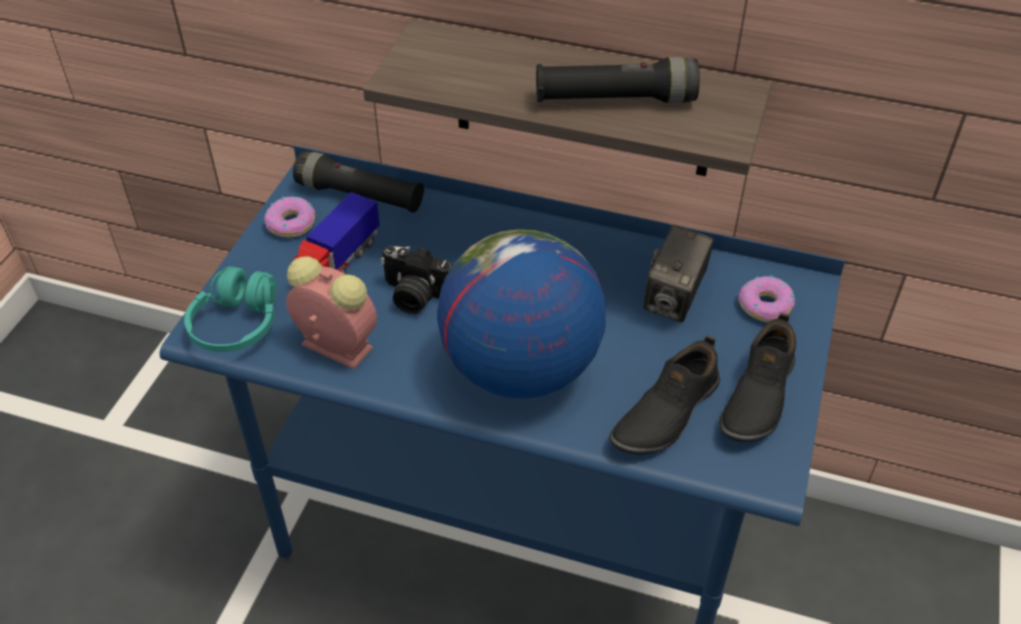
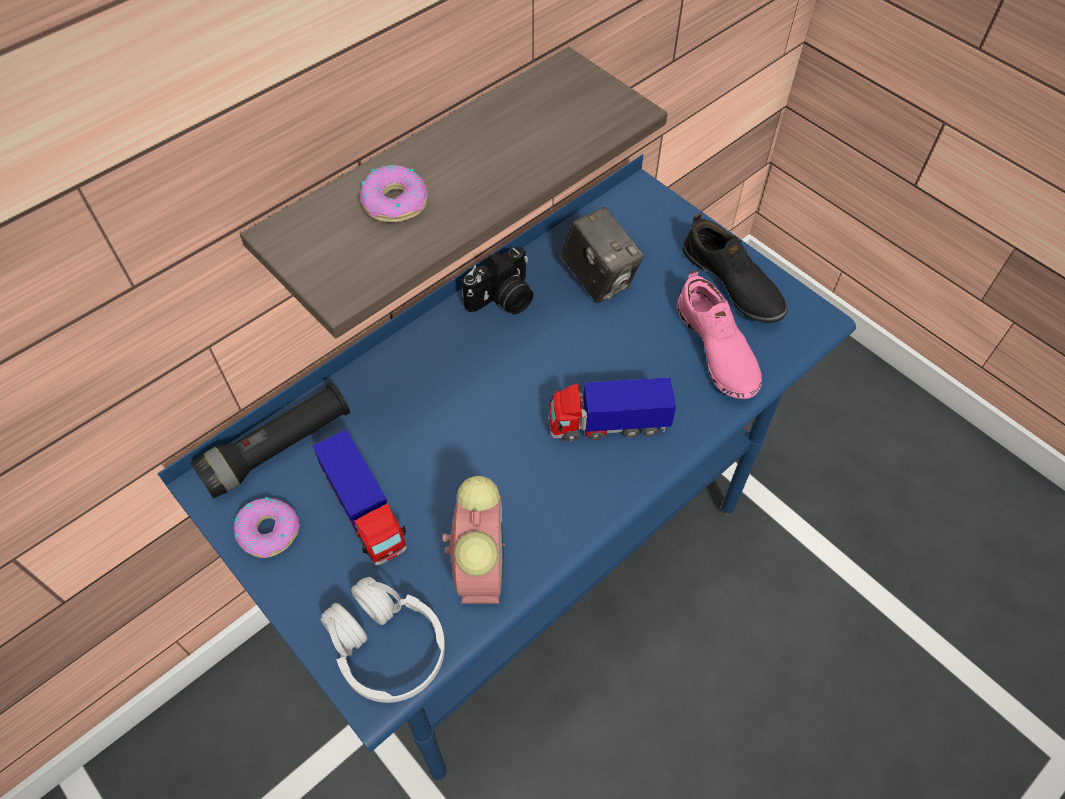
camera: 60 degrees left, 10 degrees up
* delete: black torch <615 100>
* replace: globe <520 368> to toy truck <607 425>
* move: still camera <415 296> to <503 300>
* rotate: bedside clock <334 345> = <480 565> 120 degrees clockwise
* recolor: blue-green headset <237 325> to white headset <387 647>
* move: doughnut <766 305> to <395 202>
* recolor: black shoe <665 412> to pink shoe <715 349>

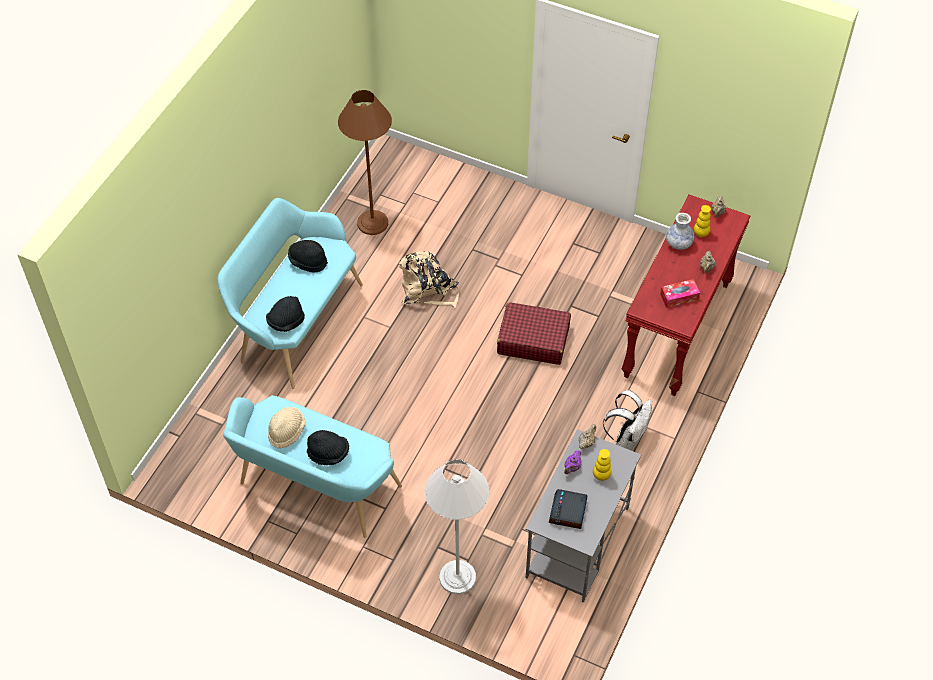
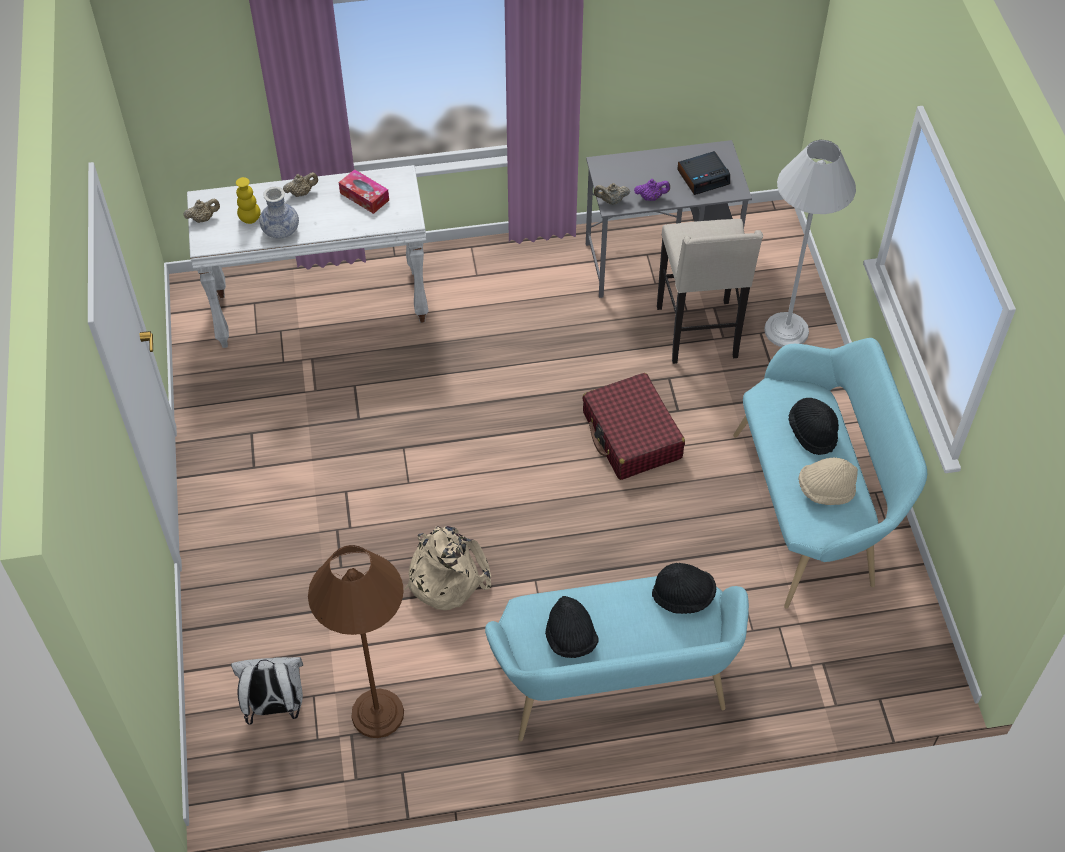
camera: 125 degrees left, 0 degrees up
* recolor: reddish hall table <677 331> to white hall table <322 307>
* move: reddish suitcase <533 340> to <631 436>
* move: white rucksack <627 437> to <275 706>
* delete: yellow-coloured vase <601 475>
* insert: beige sitting stool <699 334>

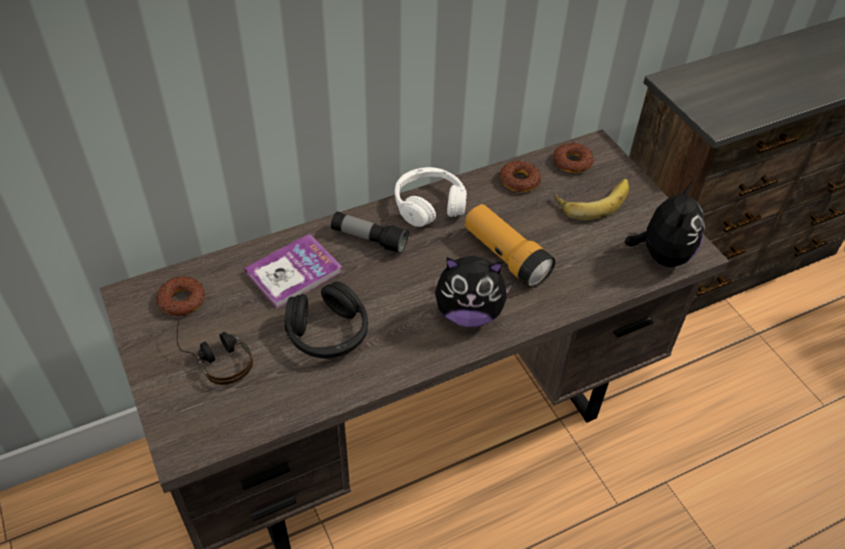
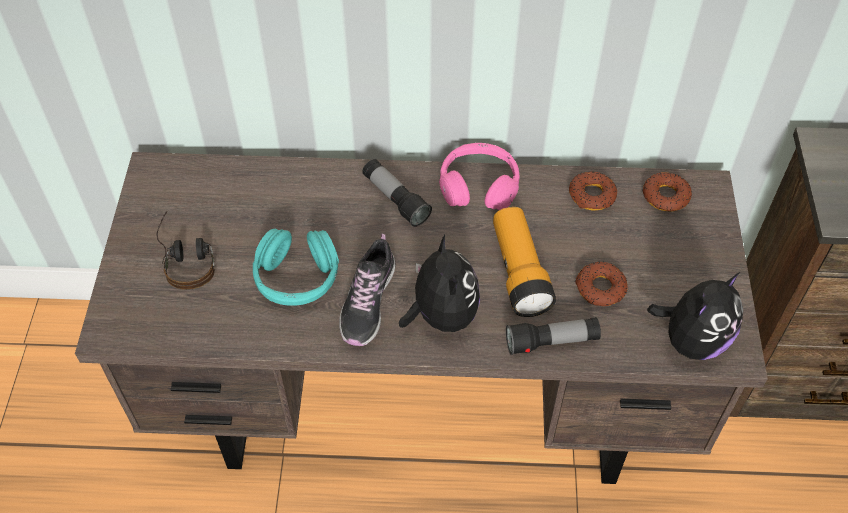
camera: 30 degrees right, 5 degrees up
* recolor: white headset <429 205> to pink headset <479 186>
* delete: whole banana <592 199>
* delete: book <294 272>
* rotate: cuddly toy <468 313> = <441 315> 135 degrees counterclockwise
* move: doughnut <181 300> to <600 288>
* recolor: black headset <328 333> to blue-green headset <297 278>
* insert: shoe <368 302>
* insert: torch <551 342>

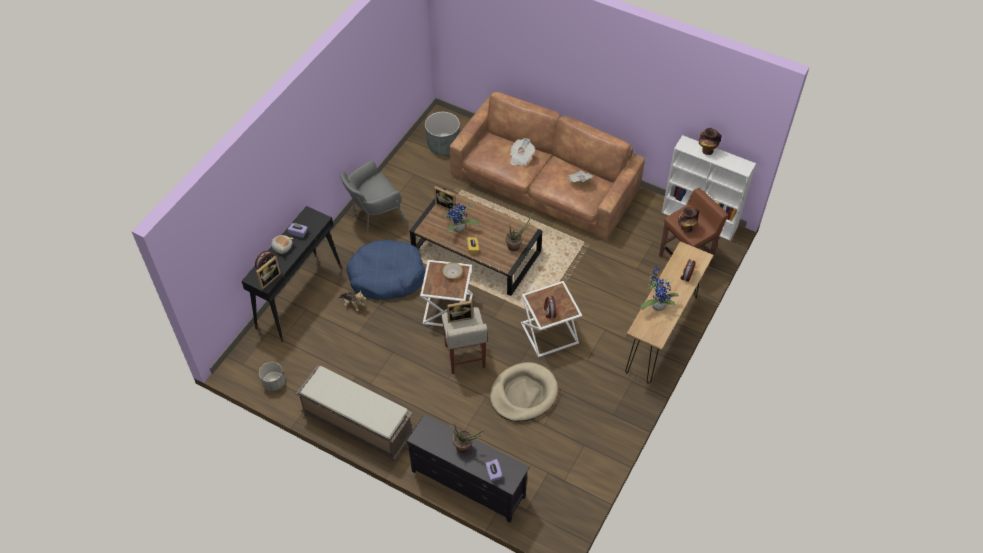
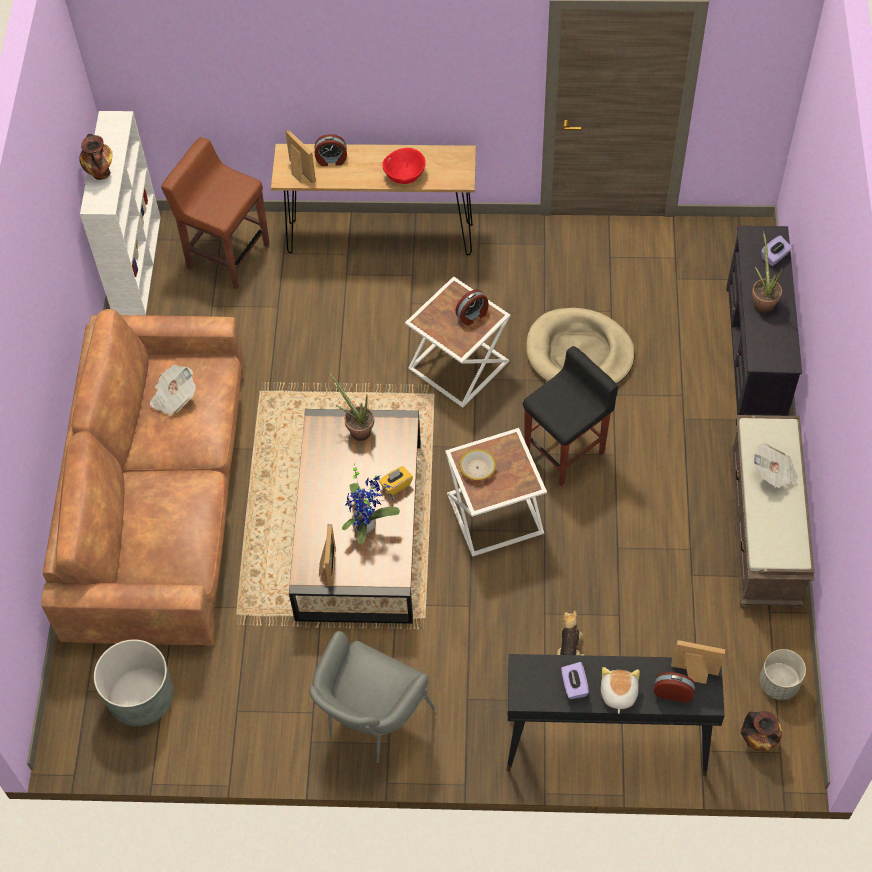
camera: 115 degrees left, 5 degrees up
* move: printed paper <520 157> to <774 474>
* rotate: greyish lounge chair <375 217> = <370 721> 90 degrees clockwise
* move: vase <686 228> to <758 741>
* delete: blue dog bed <387 276>
* replace: houseplant <656 304> to reddish deep dish <404 174>
* move: picture frame <459 317> to <299 173>
* recolor: beige sitting stool <464 357> to black sitting stool <565 451>

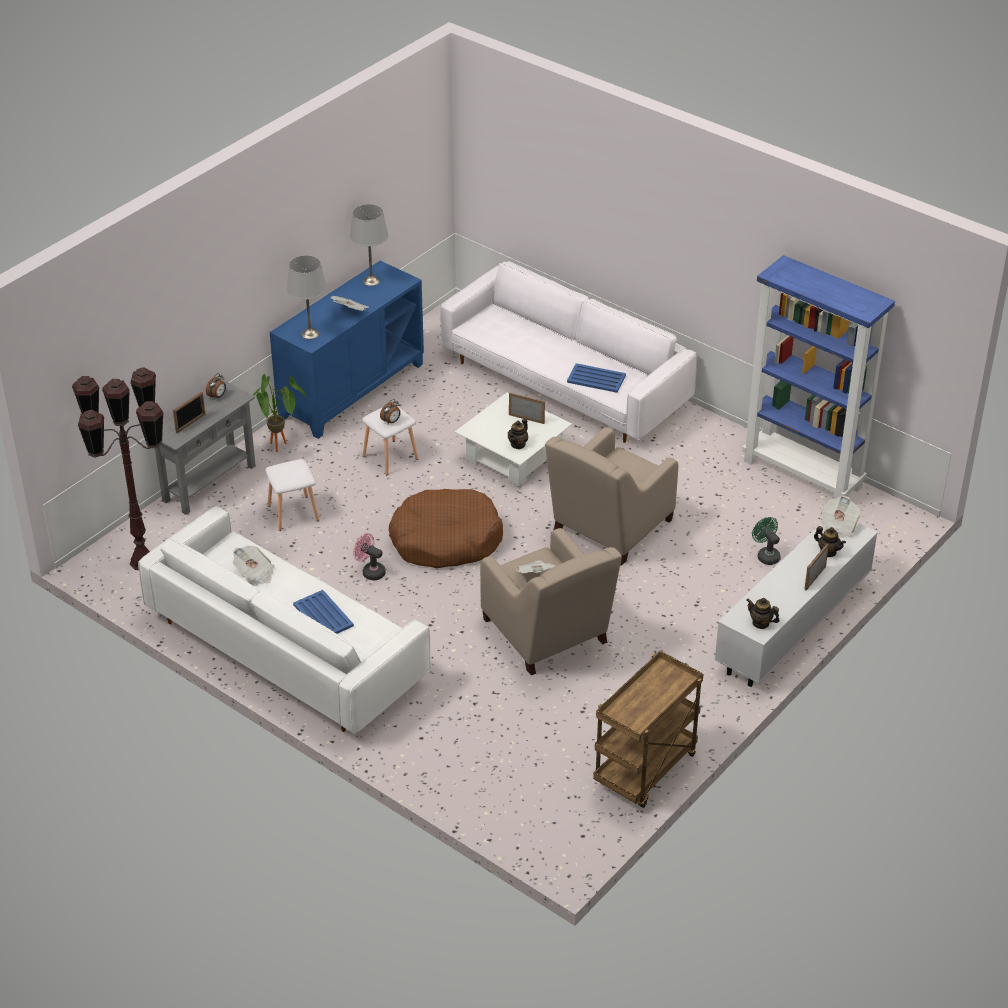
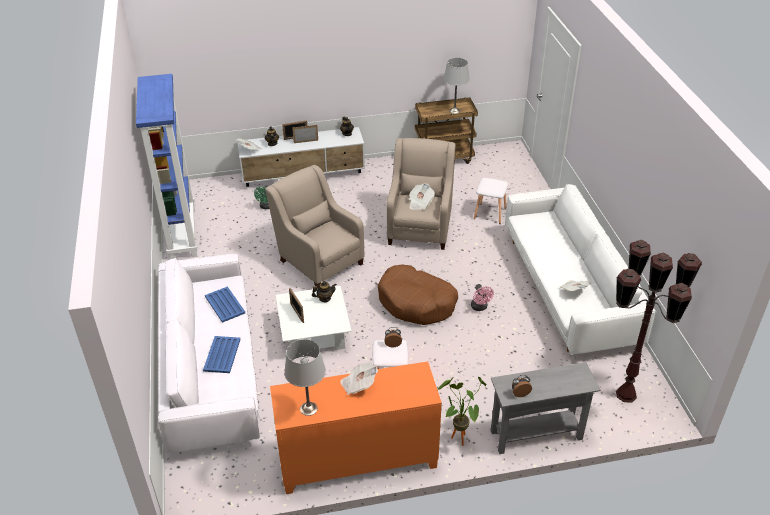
camera: 140 degrees left, 0 degrees up
* move: greyish table lamp <310 334> to <454 111>
* recolor: blue cabinet <351 390> to orange-coloured cabinet <357 460>
* move: picture frame <190 423> to <306 141>
* rotate: beige lounge chair <609 527> = <319 260> 120 degrees counterclockwise
* move: white sitting stool <294 512> to <489 213>
* move: blue serving tray <323 615> to <222 355>

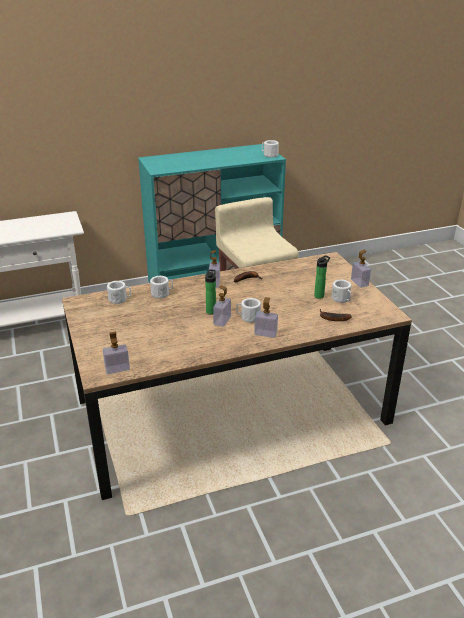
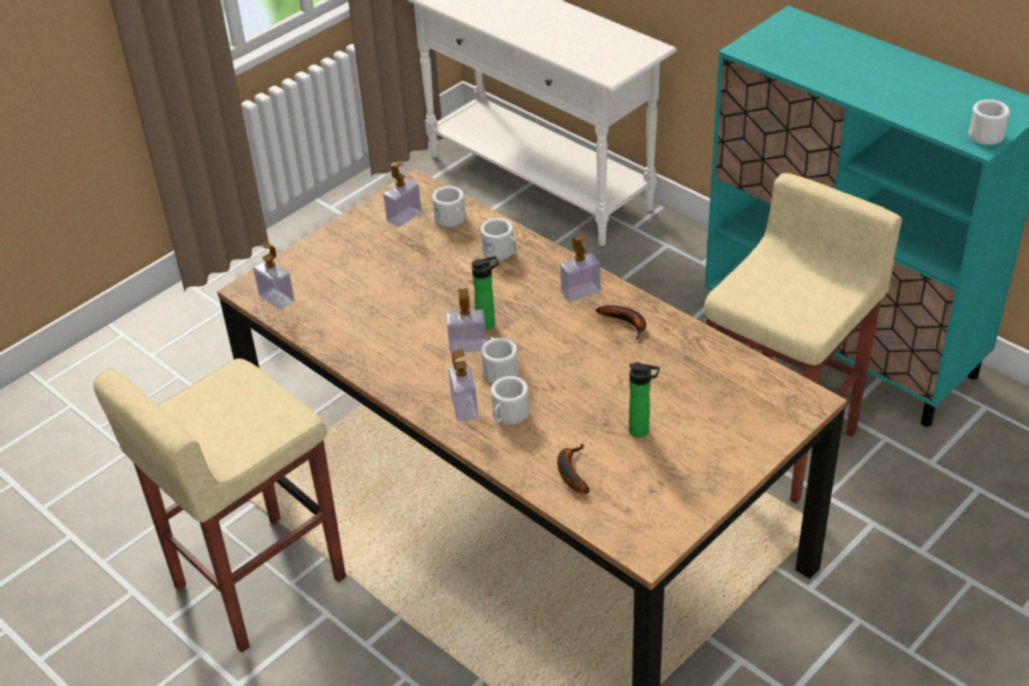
camera: 65 degrees right, 10 degrees up
* move: soap dispenser <359 283> to <404 217>
* move: white coffee mug <342 299> to <508 415>
* insert: beige sitting stool <256 582>

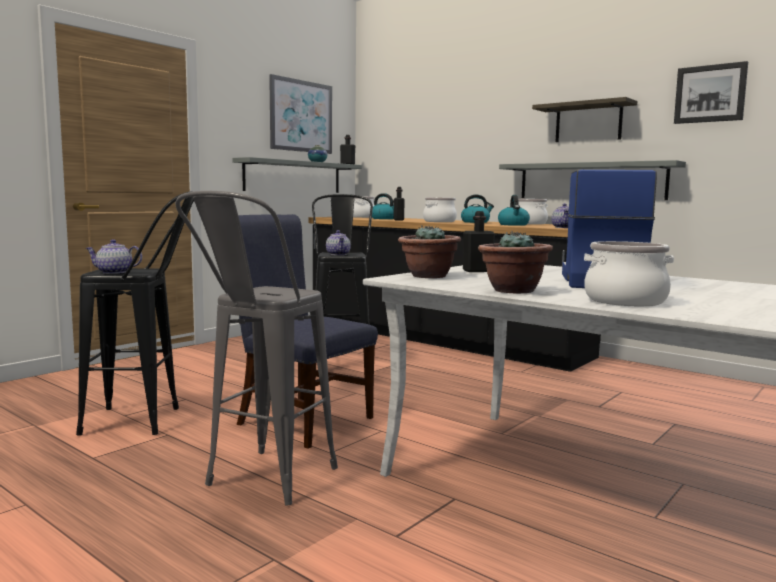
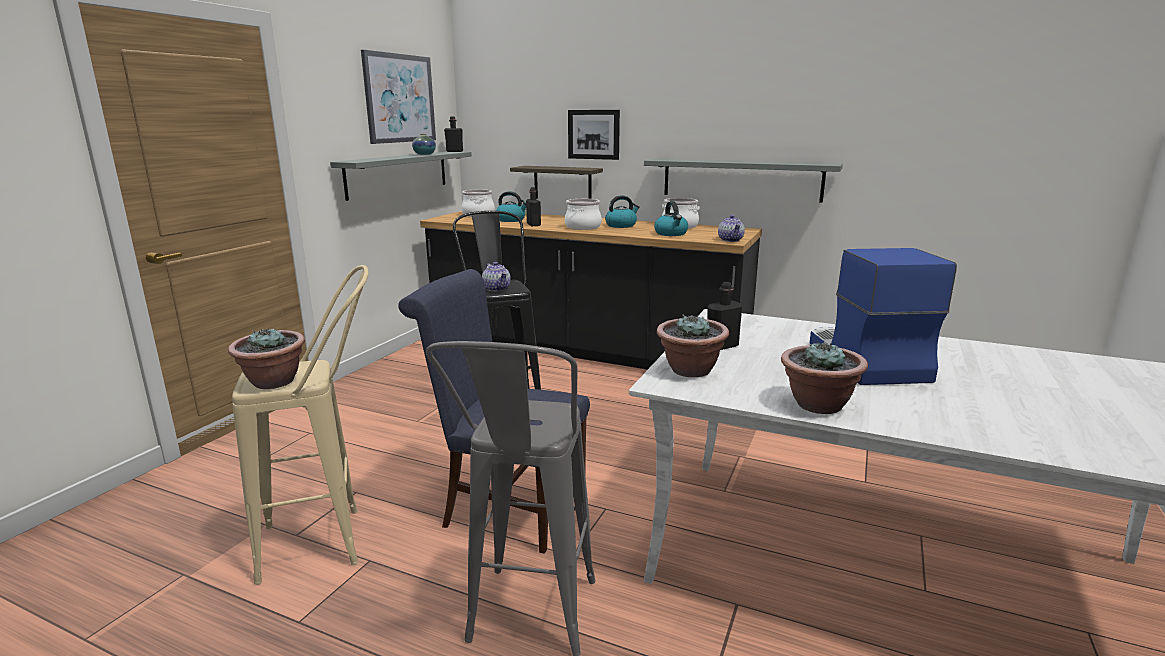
camera: 15 degrees left, 10 degrees up
* move: wall art <710 94> to <594 134>
* move: bracket shelf <588 122> to <562 183>
* recolor: black sitting stool <147 421> to beige sitting stool <331 541>
* replace: teapot <114 272> to houseplant <273 382>
* delete: saucepot <625 301>

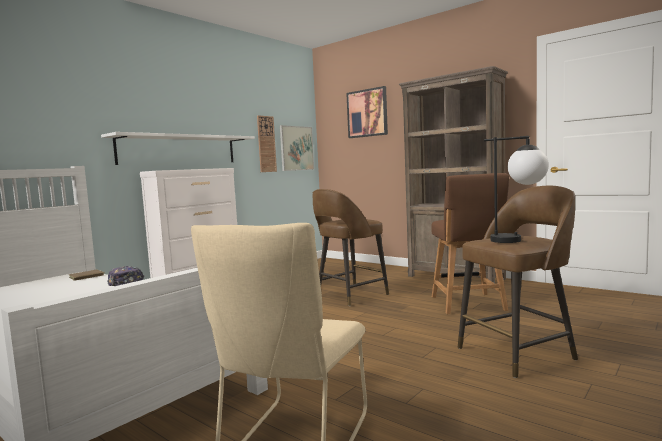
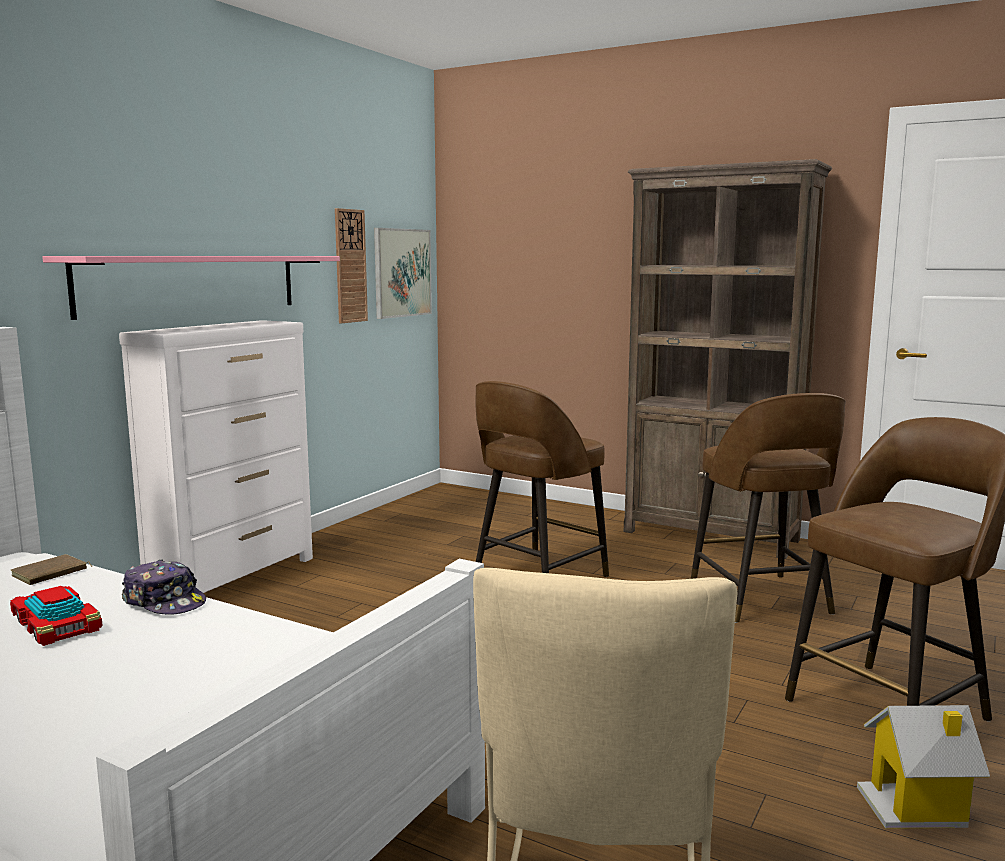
camera: 10 degrees left, 5 degrees up
* delete: wall art <367 113>
* recolor: white bracket shelf <179 150> to pink bracket shelf <193 283>
* delete: table lamp <518 241>
* replace: brown chair <468 304> to brown sitting stool <761 599>
* insert: model car <57 624>
* insert: miniature house <916 807>

